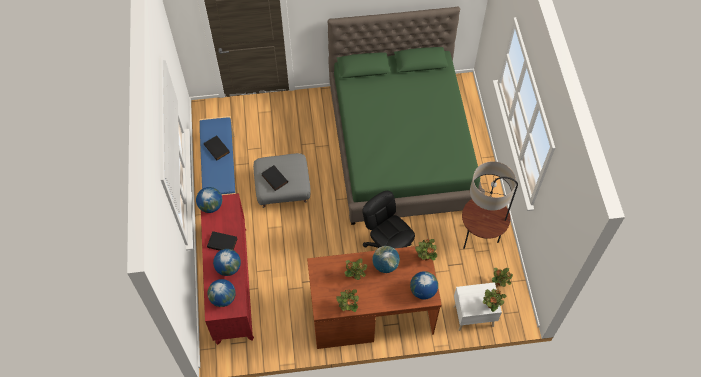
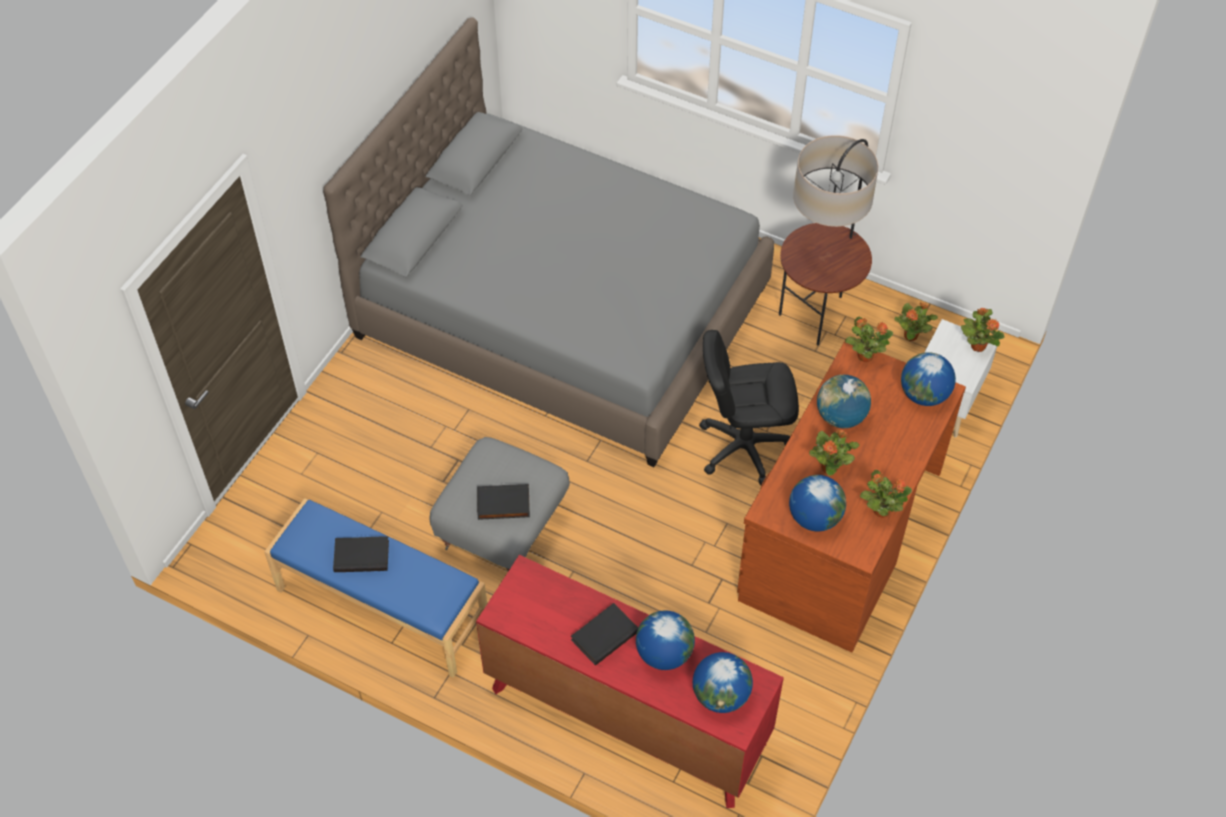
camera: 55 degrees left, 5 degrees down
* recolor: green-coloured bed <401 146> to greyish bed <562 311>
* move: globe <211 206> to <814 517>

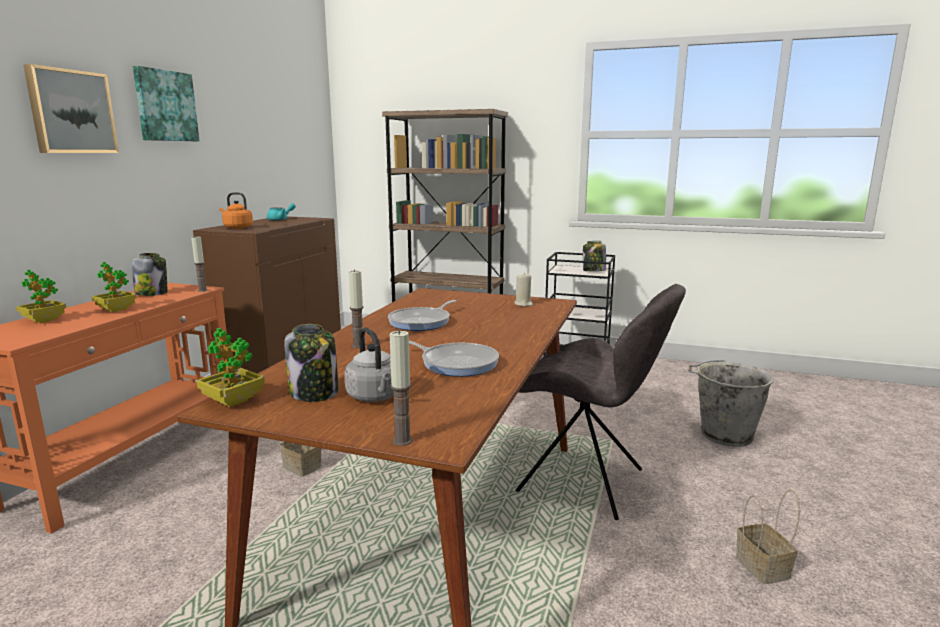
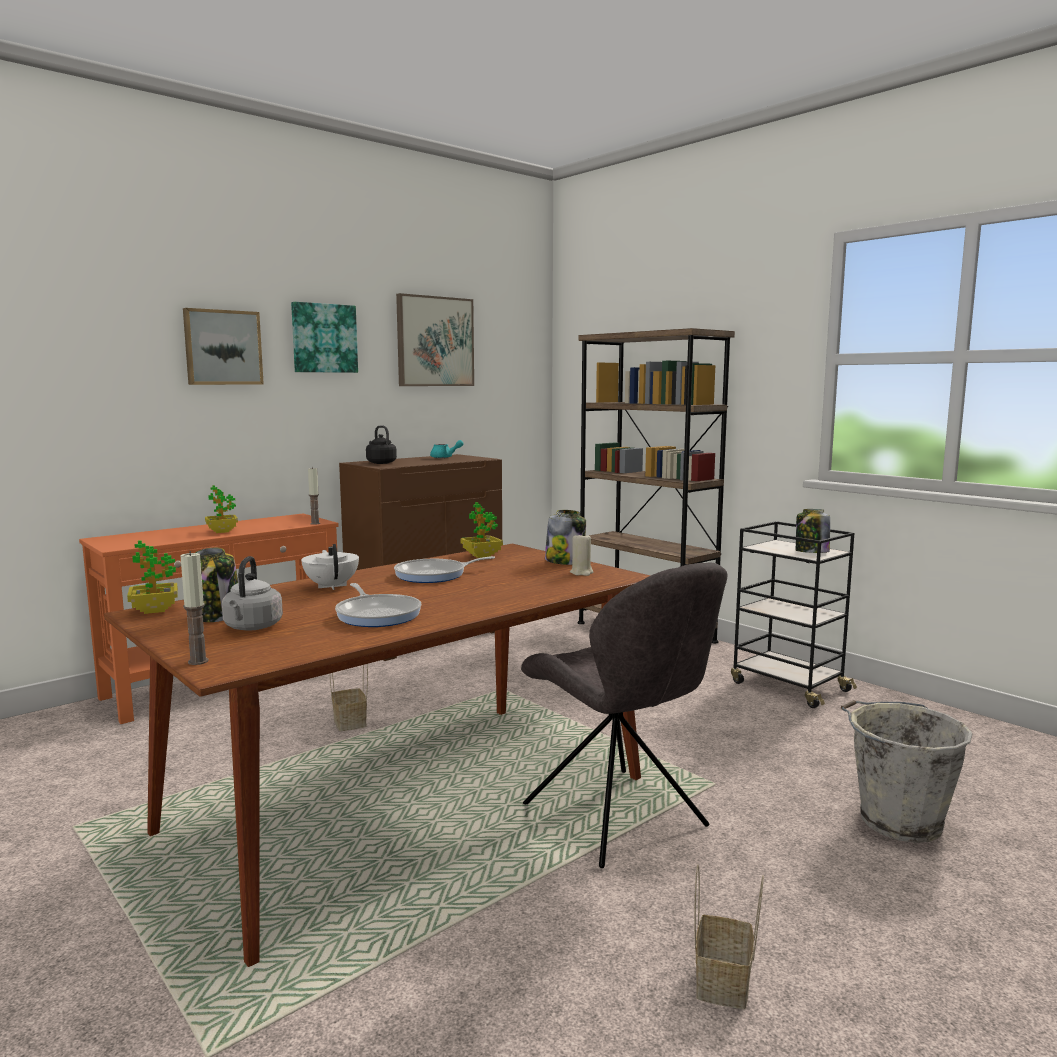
camera: 30 degrees right, 5 degrees down
* recolor: orange-coloured water kettle <237 227> to black water kettle <380 463>
* move: preserve jar <152 293> to <565 561>
* replace: candle <358 345> to white teapot <332 586>
* move: houseplant <44 320> to <481 555>
* insert: wall art <435 341>

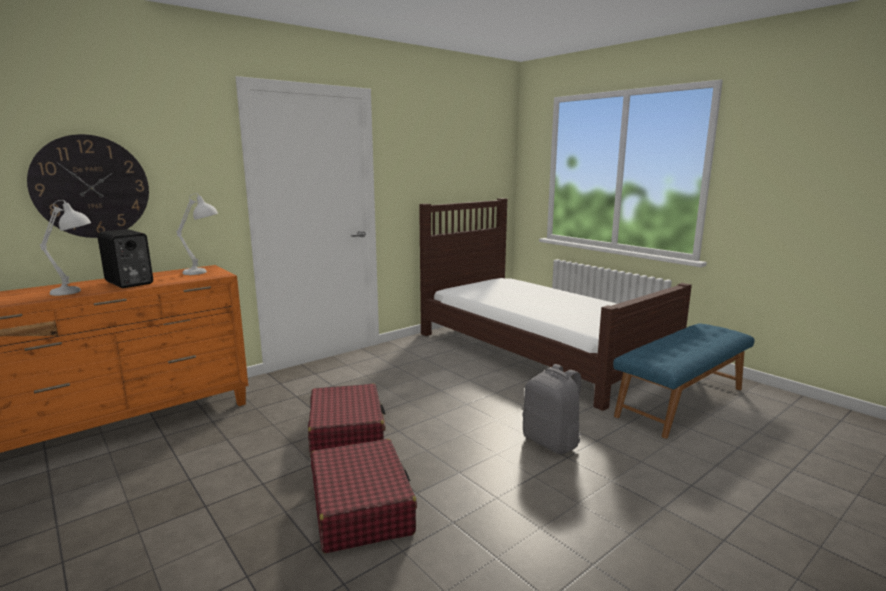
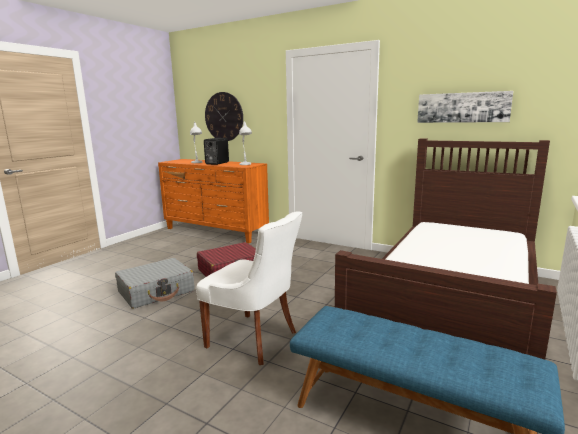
camera: 70 degrees right, 0 degrees up
* replace: greyish rucksack <552 442> to white chair <254 339>
* recolor: reddish suitcase <361 507> to greyish suitcase <156 291>
* insert: wall art <462 107>

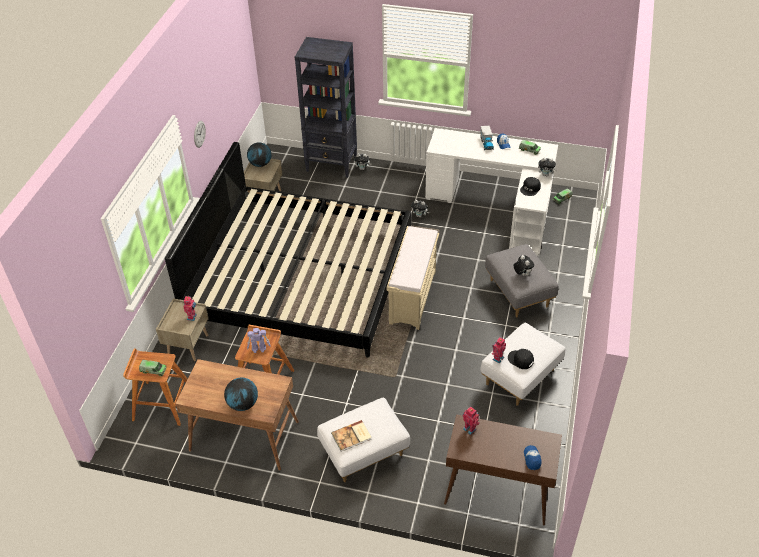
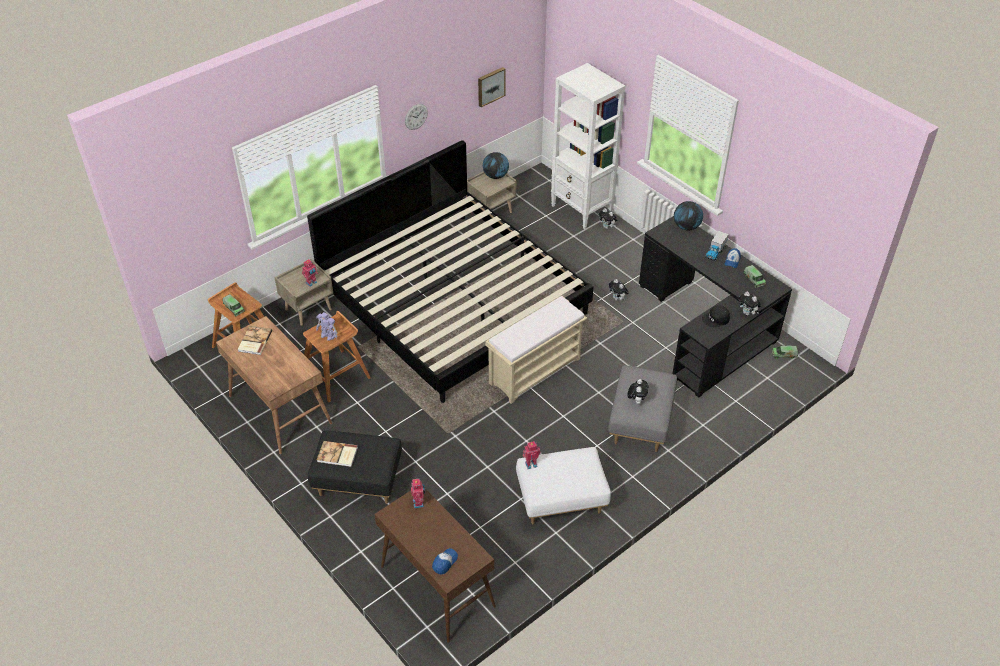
camera: 35 degrees right, 0 degrees up
* recolor: black bookcase <332 164> to white bookcase <582 210>
* recolor: white desk <498 206> to black desk <707 328>
* delete: black cap <520 360>
* move: globe <243 404> to <686 227>
* recolor: white pouffe <364 454> to black pouffe <358 482>
* insert: wall art <490 86>
* insert: book <254 341>

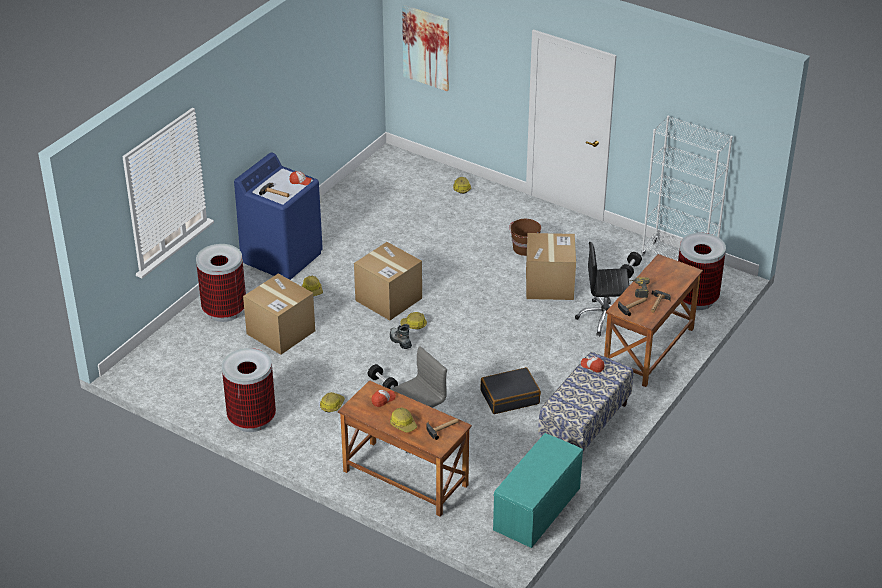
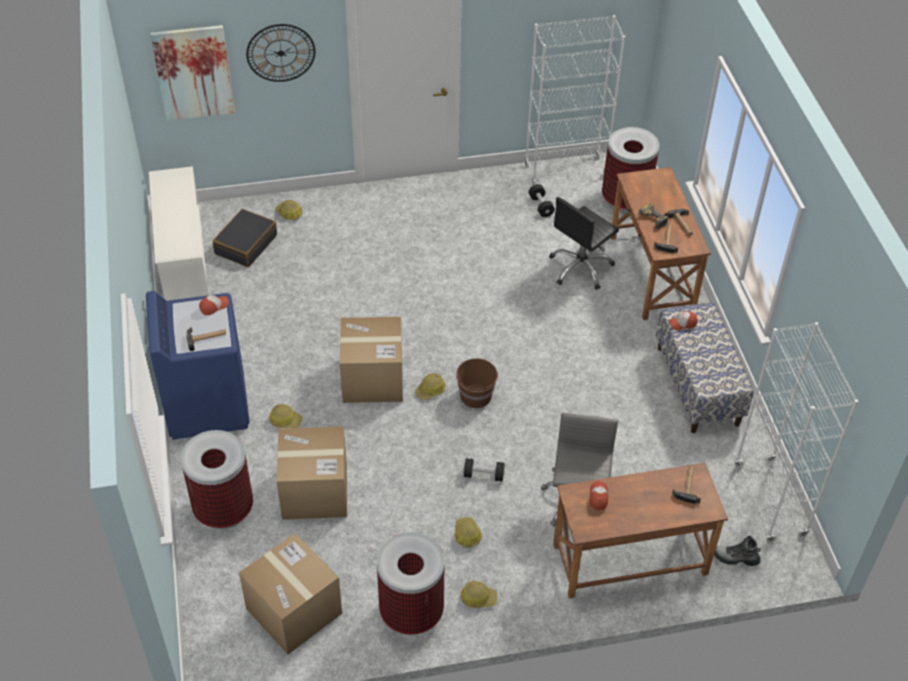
camera: 45 degrees left, 10 degrees up
* move: brown pail <524 248> to <476 396>
* move: cardboard box <549 285> to <294 611>
* move: boot <400 341> to <735 558>
* move: black suitcase <510 397> to <245 244>
* move: hard hat <403 424> to <478 597>
* replace: blue-green bench <537 509> to white bookcase <769 500>
* insert: wall clock <280 53>
* insert: white shoe shelf <183 256>

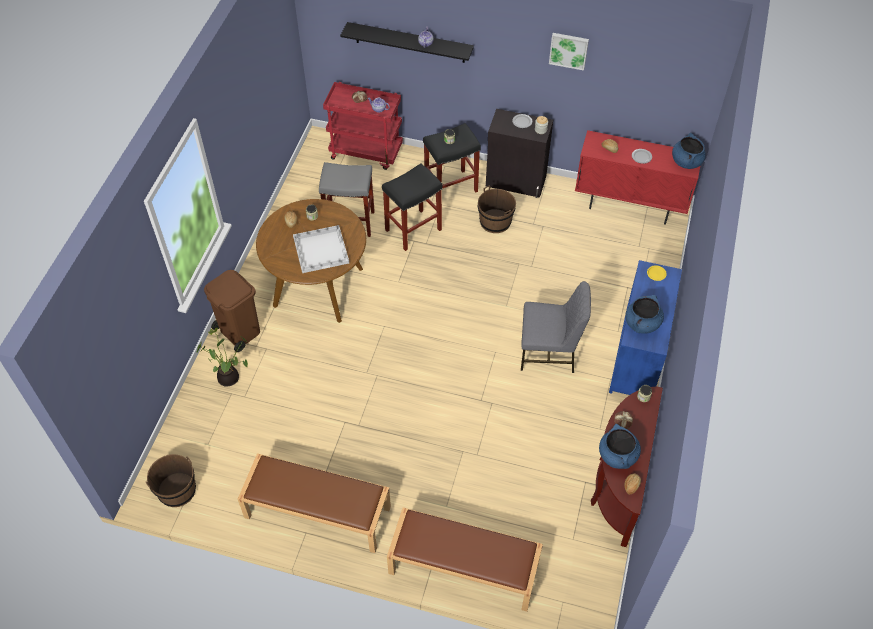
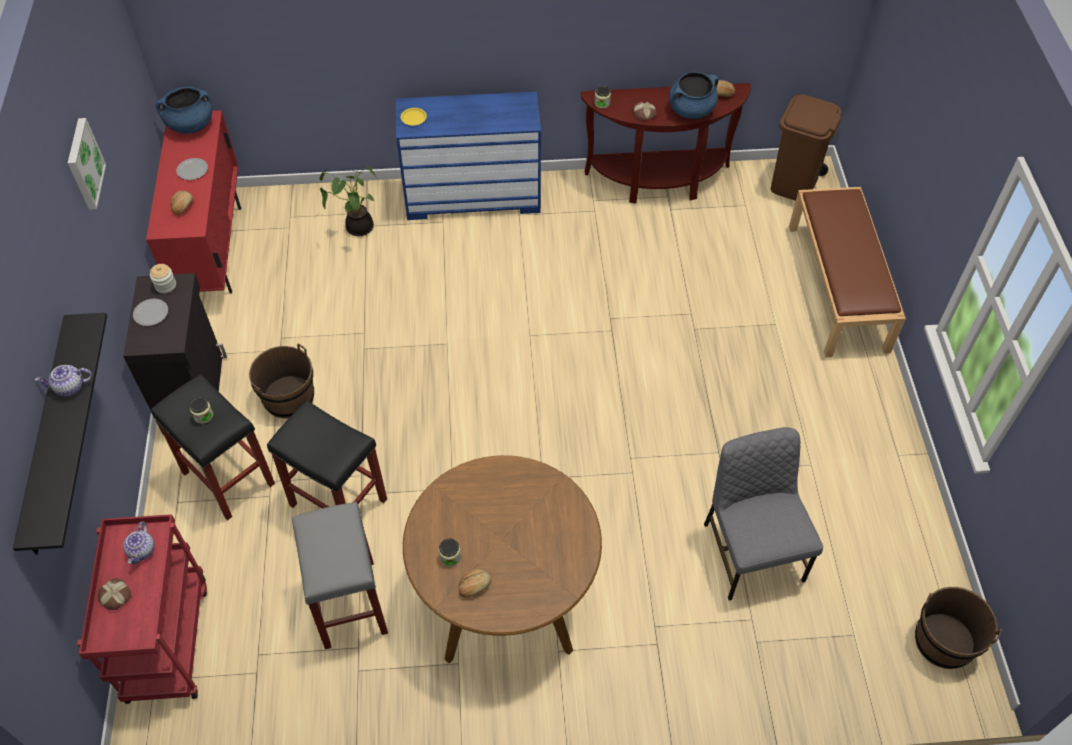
camera: 110 degrees left, 0 degrees up
* delete: white serving tray <321 249>
* move: brown waste bin <239 331> to <794 185>
* move: greyish chair <549 352> to <751 550>
* delete: blue saucepot <642 323>
* move: houseplant <229 377> to <357 227>
* delete: brown bench <316 512>

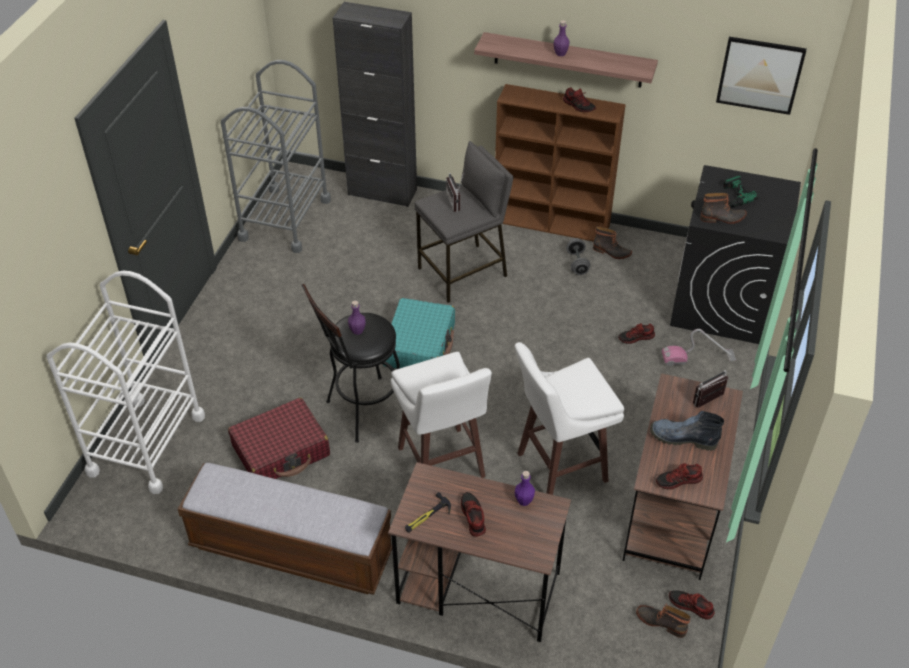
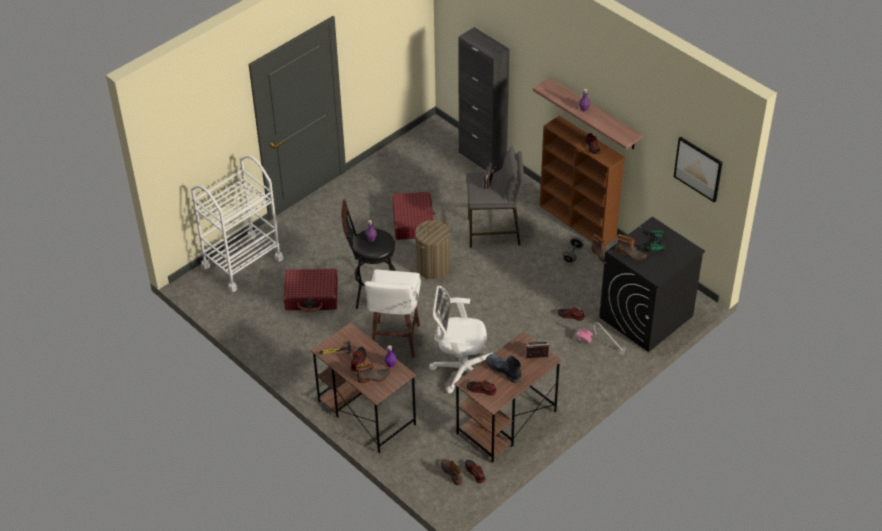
camera: 30 degrees right, 0 degrees up
* delete: greyish trolley <285 219>
* replace: blue-green suitcase <419 345> to washing basket <433 267>
* replace: white sitting stool <559 468> to white desk chair <460 370>
* delete: bench <291 550>
* insert: reddish suitcase <413 222>
* insert: boot <373 377>

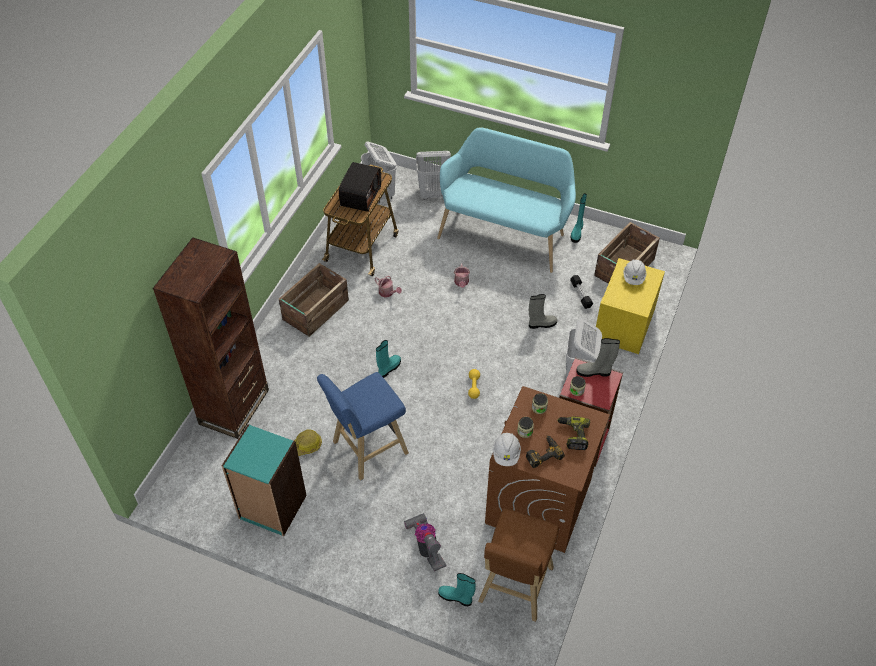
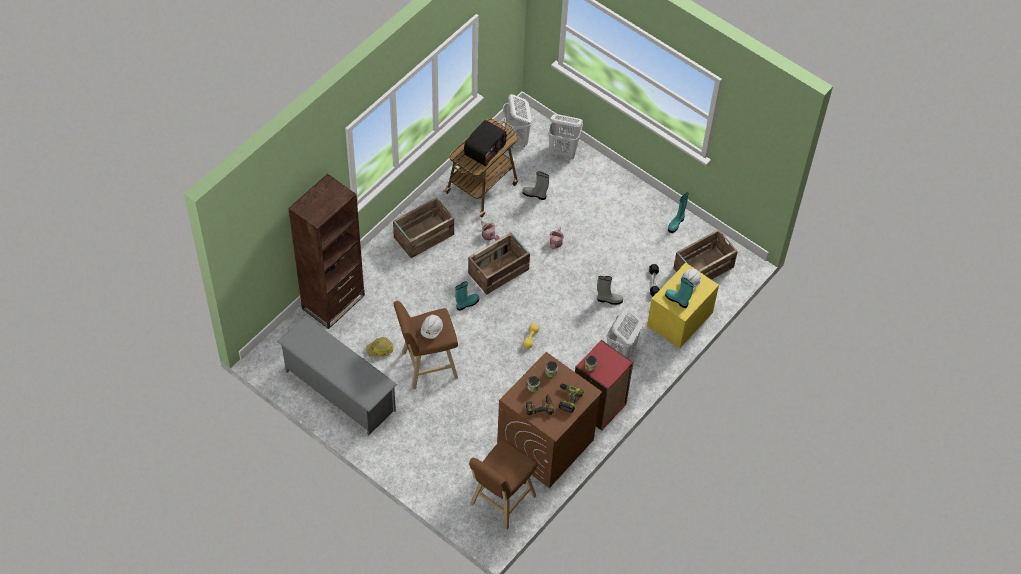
camera: 15 degrees right, 5 degrees up
* delete: blue-green bench <504 234>
* move: greyish boot <594 372> to <535 195>
* recolor: blue sitting stool <367 449> to brown sitting stool <426 365>
* replace: blue-green bookcase <272 507> to greyish shoe shelf <339 390>
* move: white hard hat <506 454> to <432 330>
* delete: vacuum <426 546>
* move: blue-green boot <456 597> to <677 300>
* insert: crate <499 271>

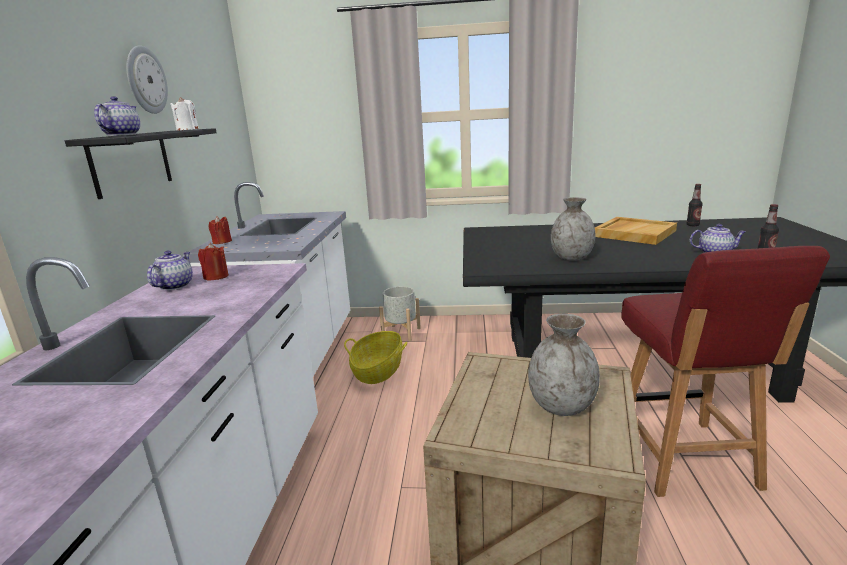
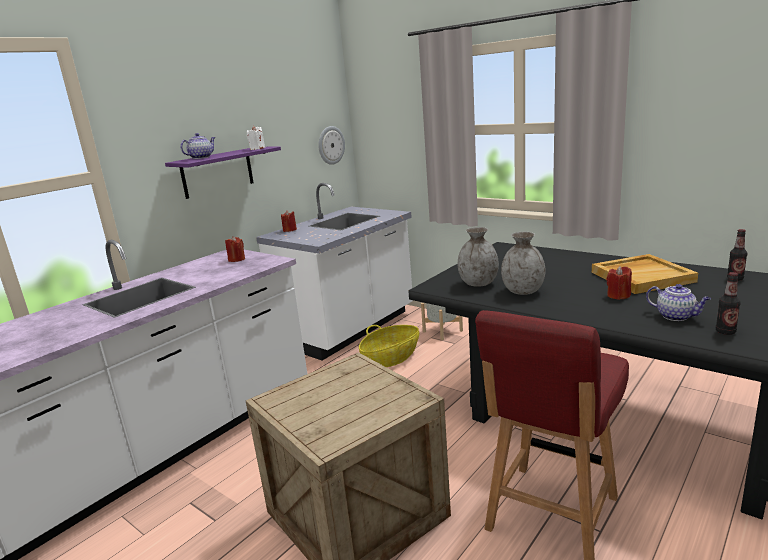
camera: 35 degrees right, 0 degrees up
* move: wall clock <145 80> to <331 145>
* recolor: black bracket shelf <131 162> to purple bracket shelf <217 172>
* delete: teapot <175 286>
* move: greyish vase <562 406> to <478 283>
* insert: reddish candle <618 295>

